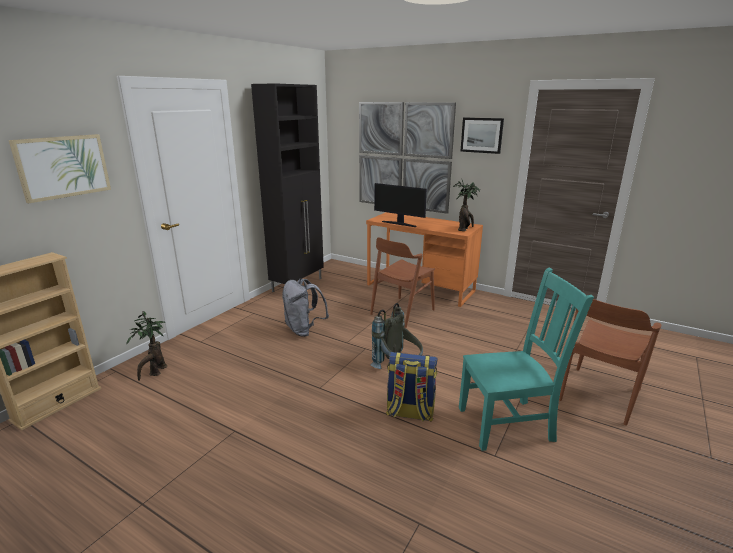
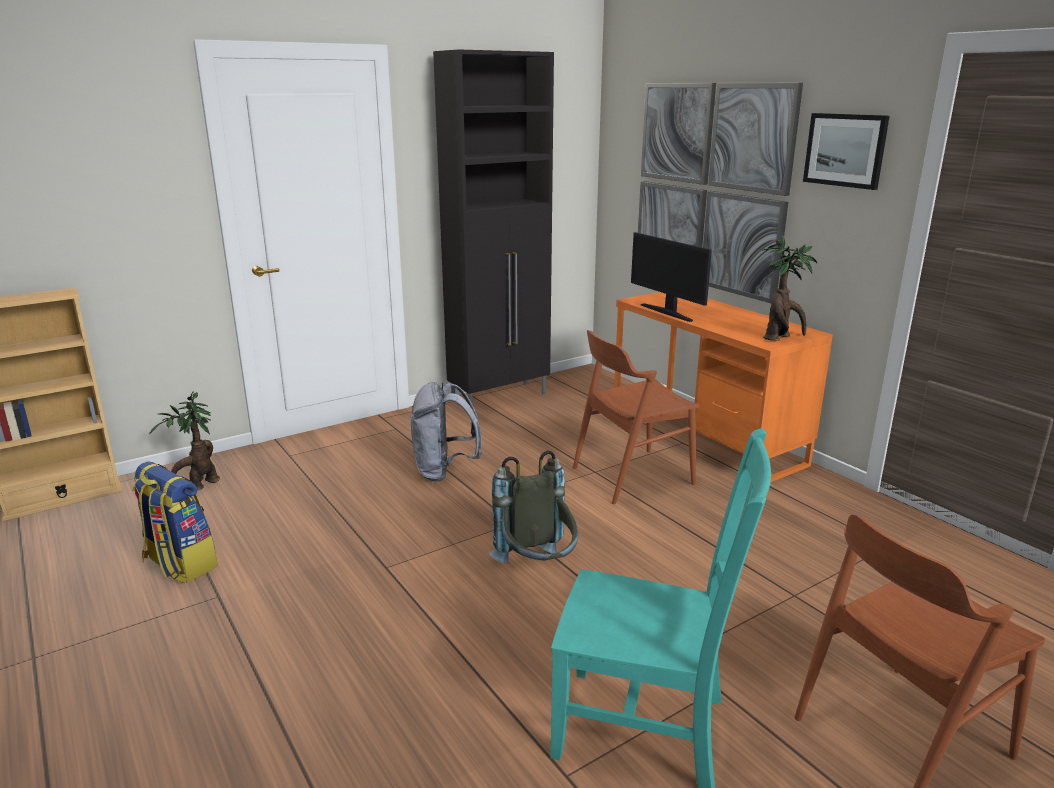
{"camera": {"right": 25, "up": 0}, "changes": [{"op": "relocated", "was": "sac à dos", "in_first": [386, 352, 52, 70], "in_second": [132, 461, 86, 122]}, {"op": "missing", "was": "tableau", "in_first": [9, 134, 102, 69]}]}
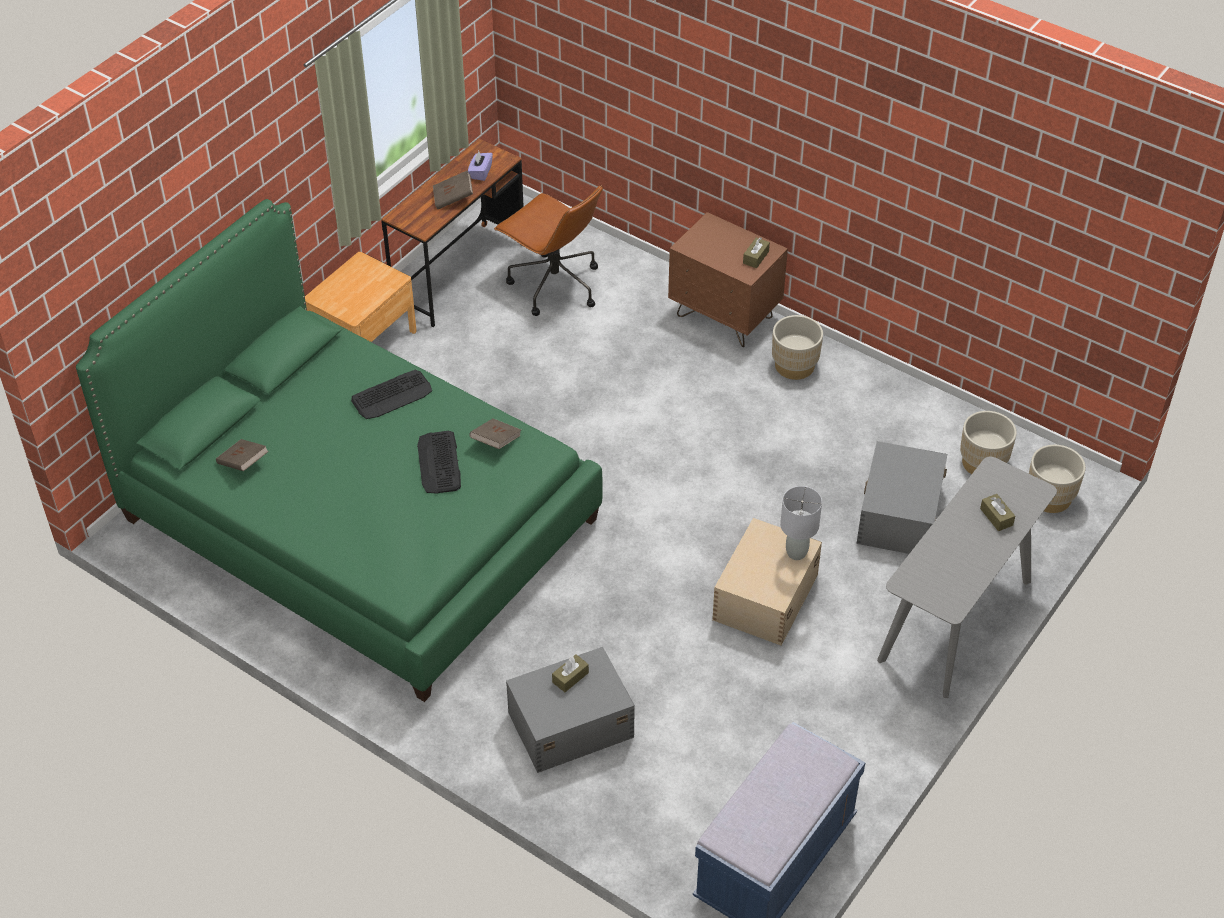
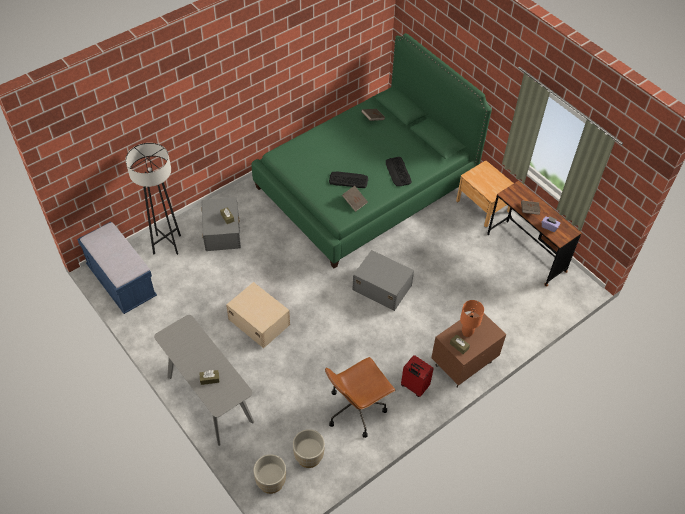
{"camera": {"right": 105, "up": 5}, "changes": [{"op": "appeared", "now": "lampadaire/noir", "in_second": [126, 143, 55, 112]}, {"op": "relocated", "was": "chaise de bureau/marron", "in_first": [494, 185, 109, 131], "in_second": [325, 357, 71, 81]}, {"op": "relocated", "was": "boîte de rangement/gris", "in_first": [856, 441, 91, 113], "in_second": [352, 250, 62, 61]}, {"op": "exchanged", "was": "cache-pot/beige", "now": "valise/rouge", "in_first": [772, 315, 51, 65], "in_second": [401, 355, 33, 42]}, {"op": "appeared", "now": "lampe de table/orange", "in_second": [460, 300, 24, 37]}, {"op": "missing", "was": "lampe de table/gris", "in_first": [780, 486, 42, 74]}]}
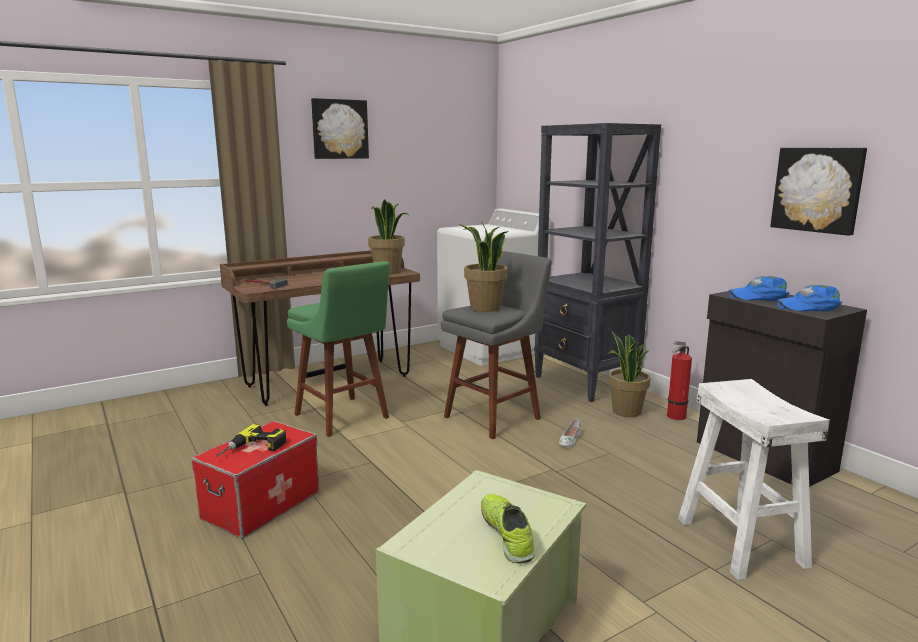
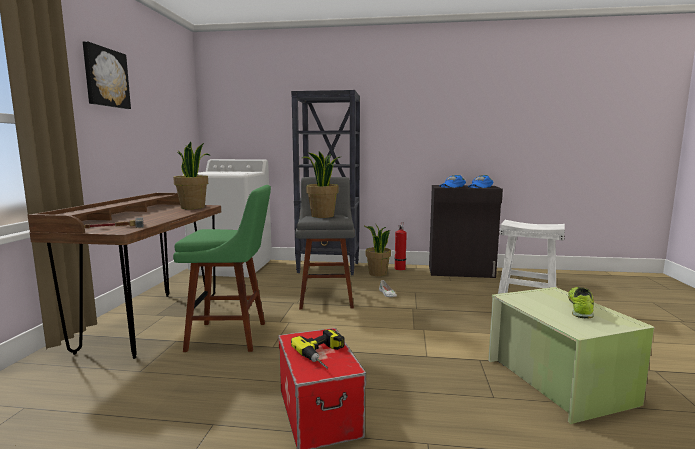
{"camera": {"right": -50, "up": -5}, "changes": [{"op": "spun", "was": "chaussure", "in_first": [481, 494, 54, 70], "in_second": [568, 287, 26, 32], "clockwise": 90}, {"op": "missing", "was": "tableau", "in_first": [770, 148, 97, 88]}]}
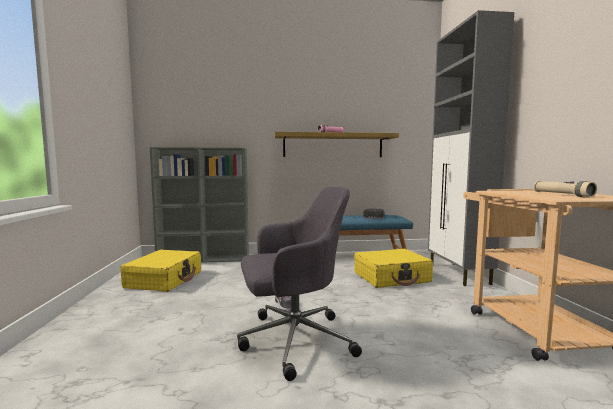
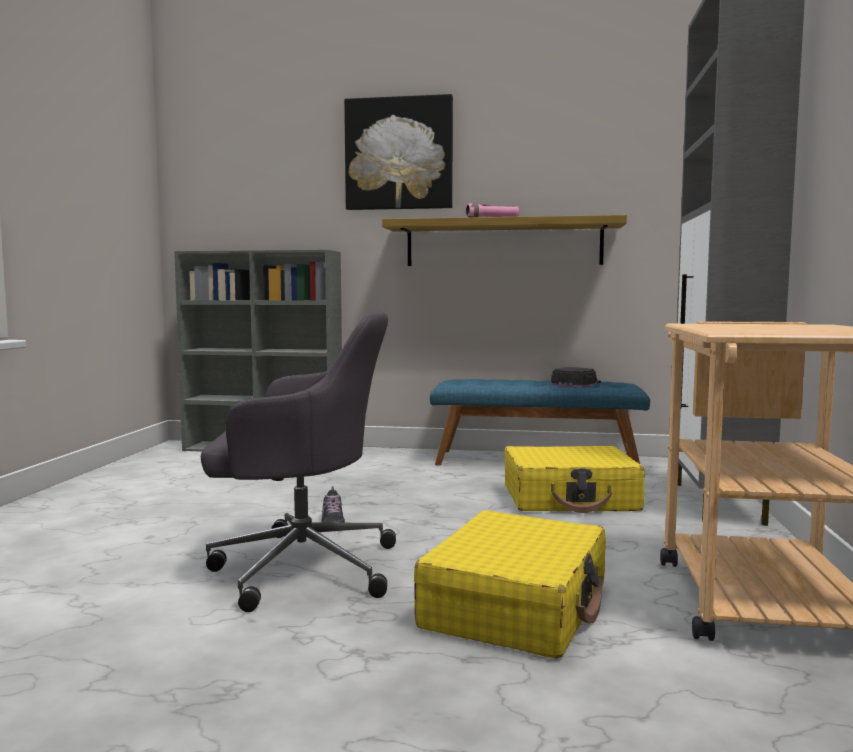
{"camera": {"right": 15, "up": 0}, "changes": [{"op": "appeared", "now": "tableau", "in_second": [344, 94, 109, 116]}, {"op": "relocated", "was": "valise/jaune", "in_first": [120, 249, 81, 43], "in_second": [414, 510, 192, 149]}, {"op": "missing", "was": "lampe de poche/beige", "in_first": [533, 181, 64, 16]}]}
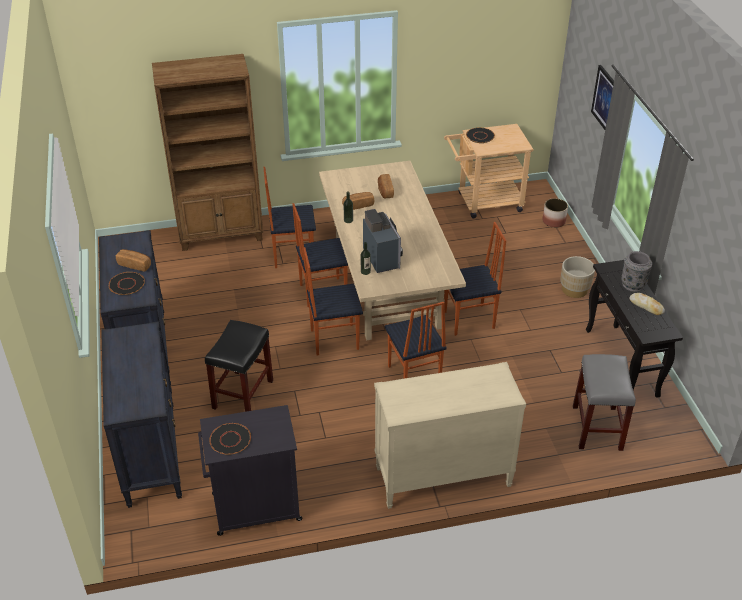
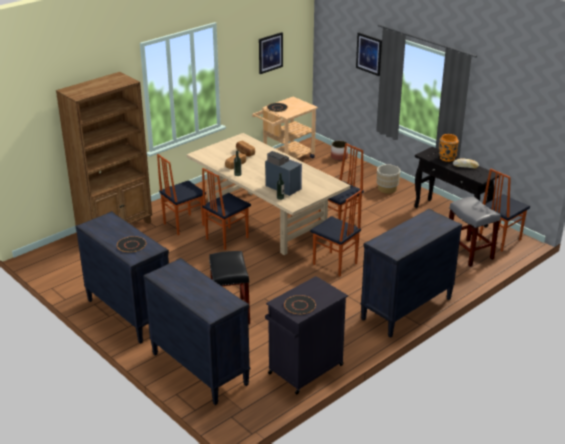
{"camera": {"right": -30, "up": -10}, "changes": [{"op": "appeared", "now": "tableau", "in_second": [259, 32, 24, 42]}, {"op": "colour", "was": "commode/beige", "now": "commode/noir", "in_first": [374, 362, 152, 147], "in_second": [360, 209, 102, 129]}, {"op": "colour", "was": "vase/gris", "now": "vase/orange", "in_first": [621, 251, 31, 41], "in_second": [439, 134, 20, 28]}, {"op": "relocated", "was": "chaise", "in_first": [303, 247, 60, 108], "in_second": [479, 168, 51, 83]}, {"op": "missing", "was": "pain", "in_first": [116, 249, 35, 22]}]}
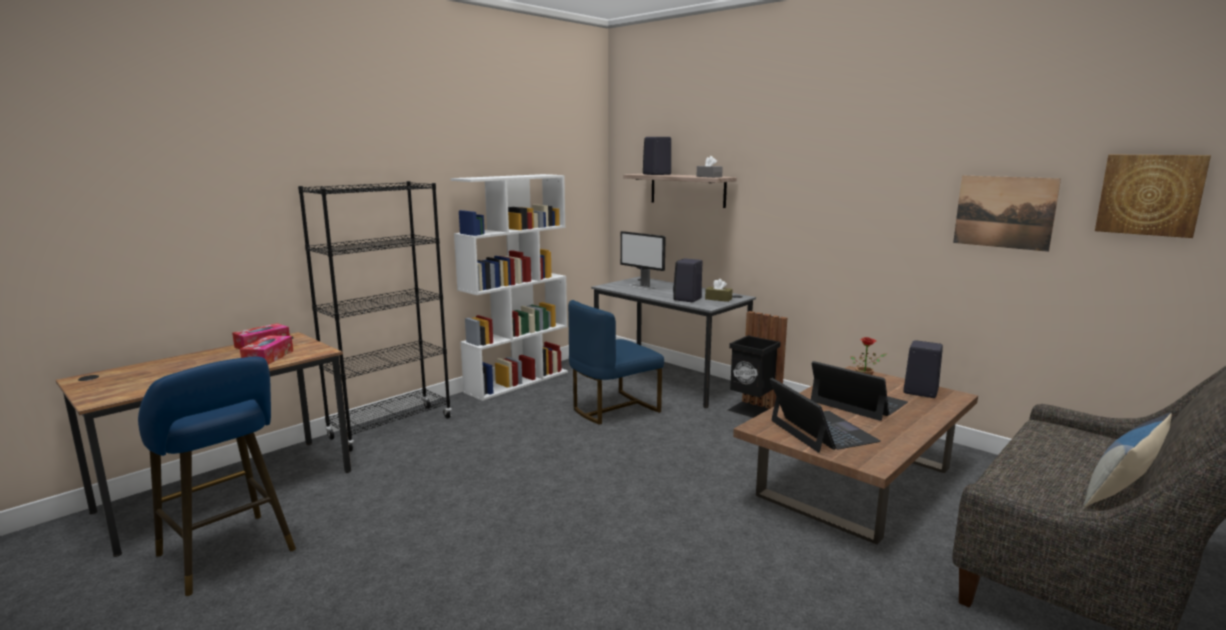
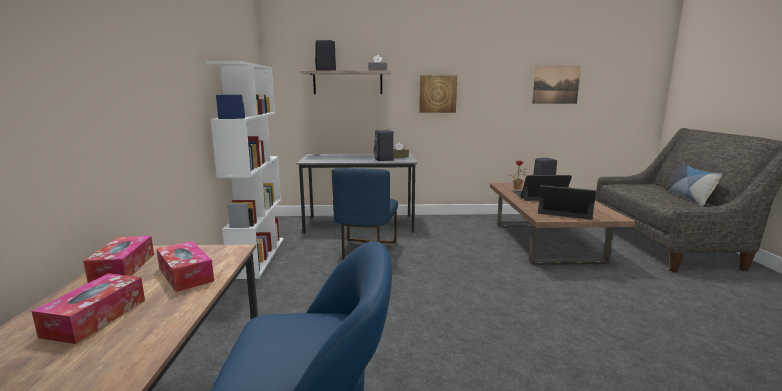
{"camera": {"right": -45, "up": 0}, "changes": [{"op": "appeared", "now": "boîte à mouchoirs", "in_second": [32, 273, 113, 71]}, {"op": "relocated", "was": "tableau", "in_first": [1095, 155, 116, 83], "in_second": [419, 75, 38, 38]}, {"op": "missing", "was": "bibliothèque/noir", "in_first": [298, 181, 154, 271]}, {"op": "missing", "was": "écran d'ordinateur", "in_first": [620, 231, 46, 59]}, {"op": "missing", "was": "poubelle/noir", "in_first": [728, 311, 59, 107]}]}
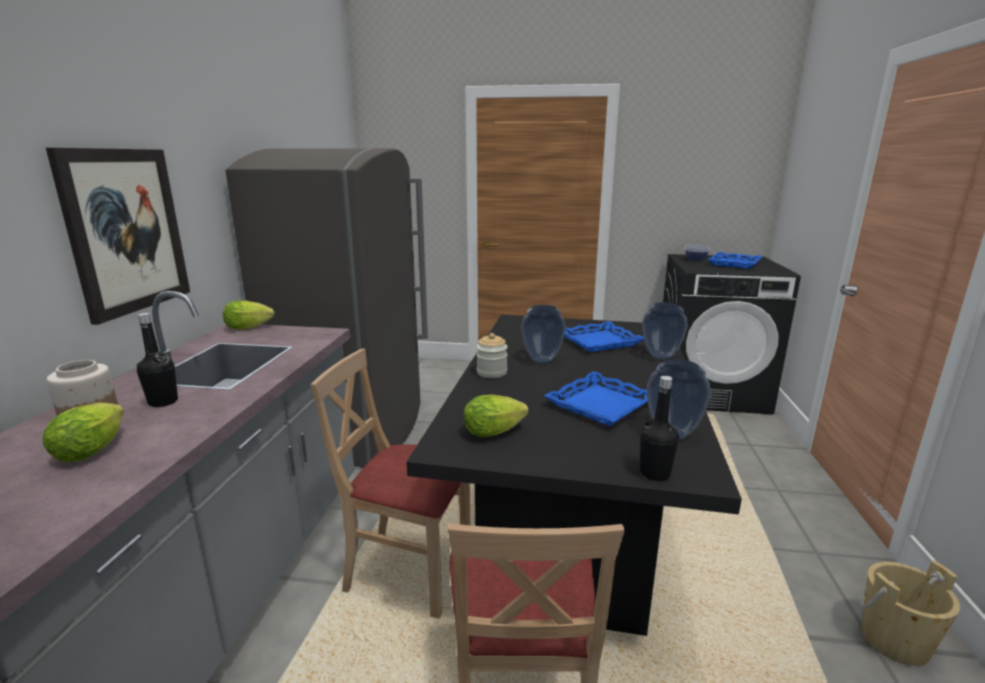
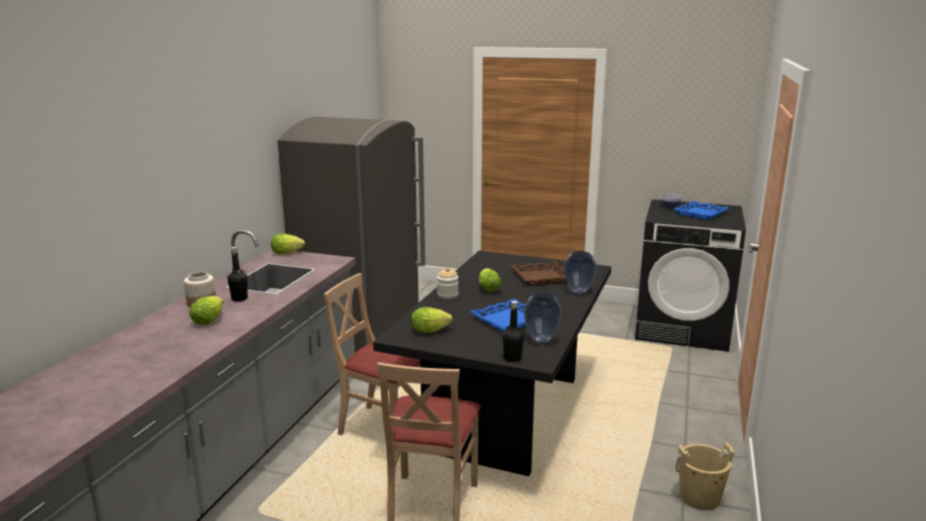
{"camera": {"right": 10, "up": 0}, "changes": [{"op": "exchanged", "was": "vase", "now": "laitue", "in_first": [521, 305, 45, 58], "in_second": [479, 268, 22, 24]}, {"op": "colour", "was": "plateau/bleu", "now": "plateau/marron", "in_first": [564, 321, 80, 31], "in_second": [511, 262, 55, 23]}, {"op": "missing", "was": "tableau", "in_first": [46, 148, 144, 177]}]}
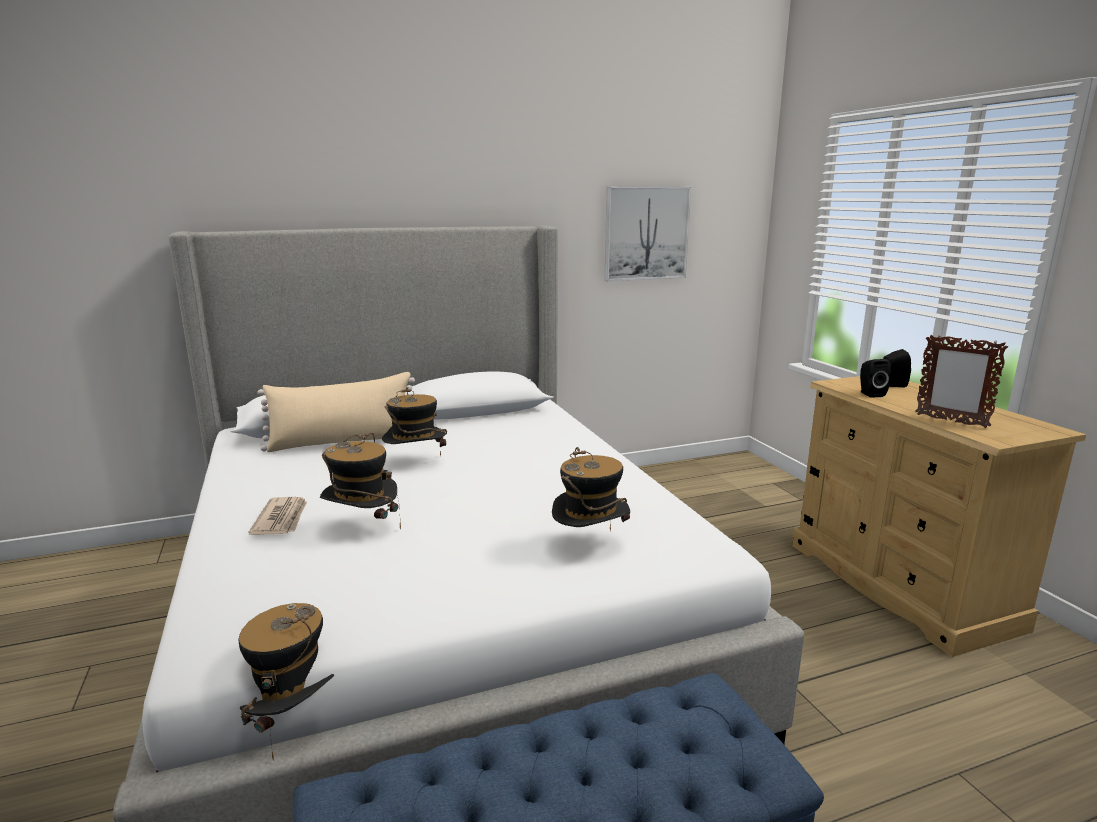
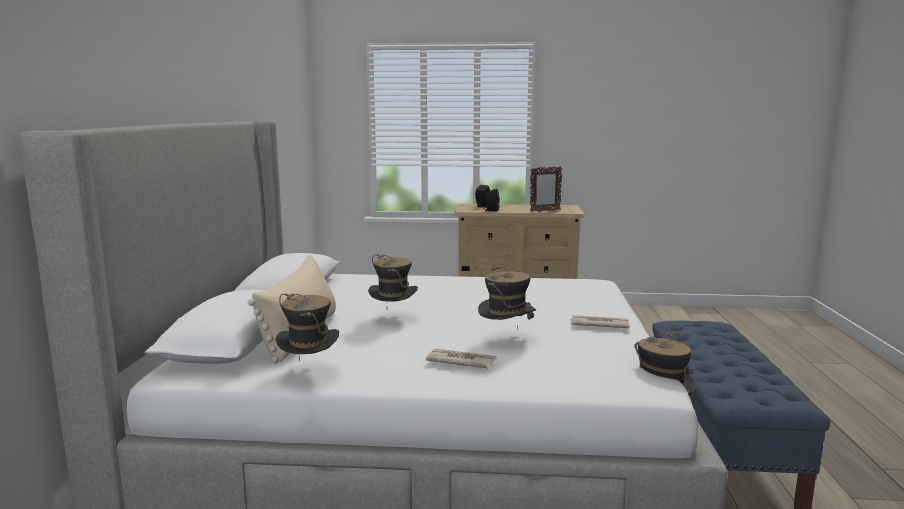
{"camera": {"right": -65, "up": -5}, "changes": [{"op": "relocated", "was": "chapeau", "in_first": [552, 447, 78, 85], "in_second": [275, 293, 64, 68]}, {"op": "appeared", "now": "journal", "in_second": [570, 315, 60, 13]}, {"op": "missing", "was": "tableau", "in_first": [604, 186, 87, 95]}]}
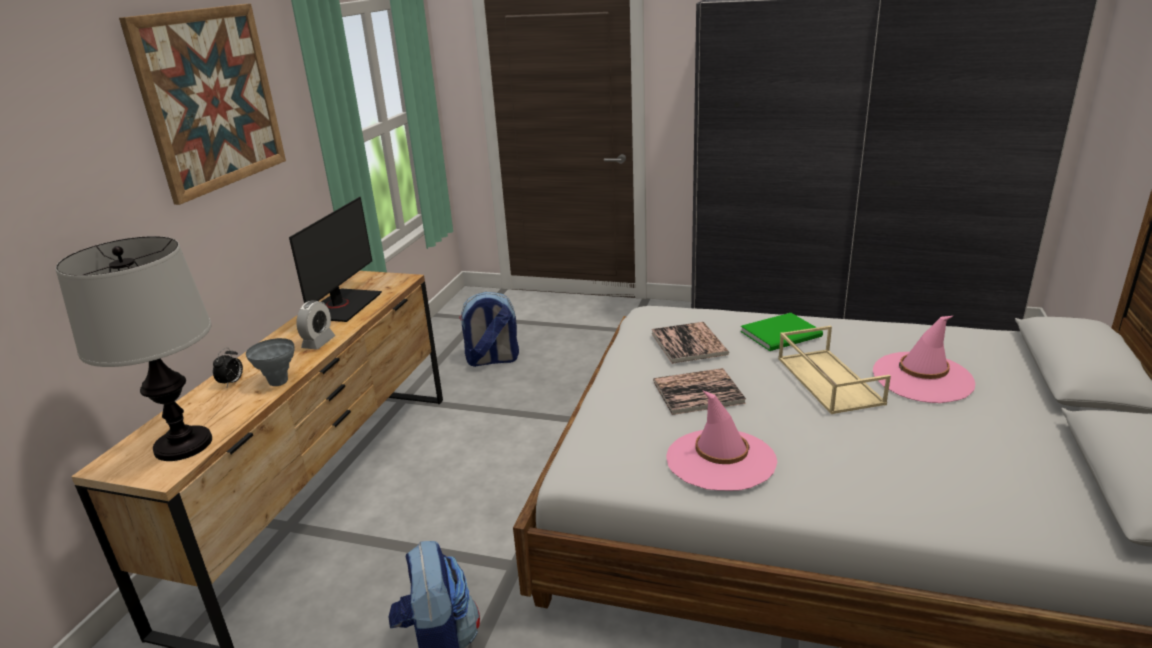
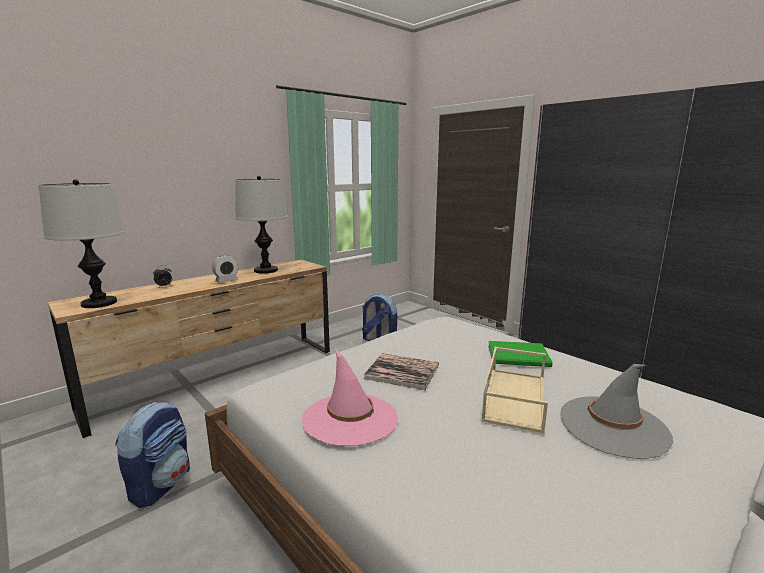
{"camera": {"right": 30, "up": -10}, "changes": [{"op": "exchanged", "was": "écran d'ordinateur", "now": "lampe de table", "in_first": [289, 197, 93, 125], "in_second": [236, 176, 52, 97]}, {"op": "colour", "was": "chapeau/rose", "now": "chapeau/gris", "in_first": [873, 316, 103, 87], "in_second": [561, 364, 112, 95]}, {"op": "missing", "was": "tableau", "in_first": [119, 4, 167, 201]}, {"op": "missing", "was": "vase/gris", "in_first": [246, 338, 49, 48]}, {"op": "missing", "was": "livre", "in_first": [651, 322, 78, 42]}]}
